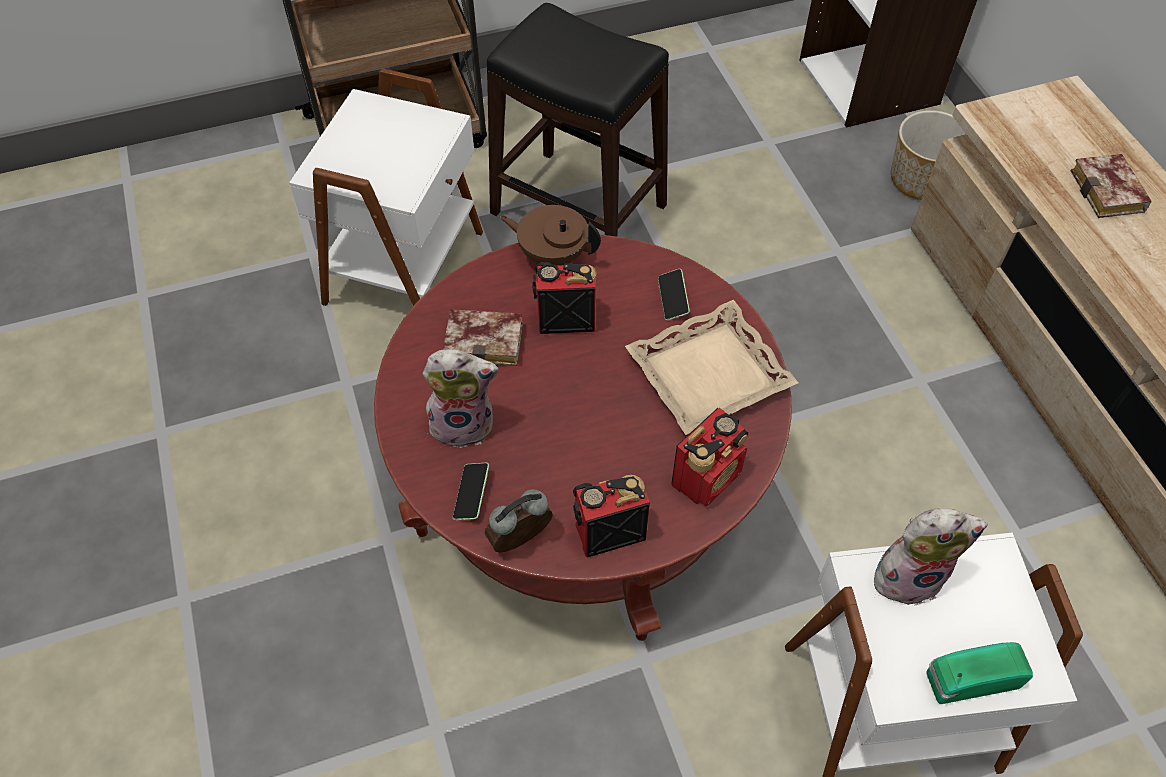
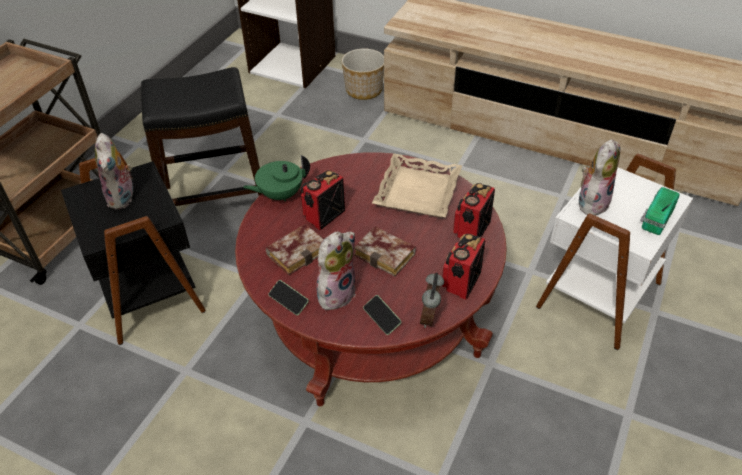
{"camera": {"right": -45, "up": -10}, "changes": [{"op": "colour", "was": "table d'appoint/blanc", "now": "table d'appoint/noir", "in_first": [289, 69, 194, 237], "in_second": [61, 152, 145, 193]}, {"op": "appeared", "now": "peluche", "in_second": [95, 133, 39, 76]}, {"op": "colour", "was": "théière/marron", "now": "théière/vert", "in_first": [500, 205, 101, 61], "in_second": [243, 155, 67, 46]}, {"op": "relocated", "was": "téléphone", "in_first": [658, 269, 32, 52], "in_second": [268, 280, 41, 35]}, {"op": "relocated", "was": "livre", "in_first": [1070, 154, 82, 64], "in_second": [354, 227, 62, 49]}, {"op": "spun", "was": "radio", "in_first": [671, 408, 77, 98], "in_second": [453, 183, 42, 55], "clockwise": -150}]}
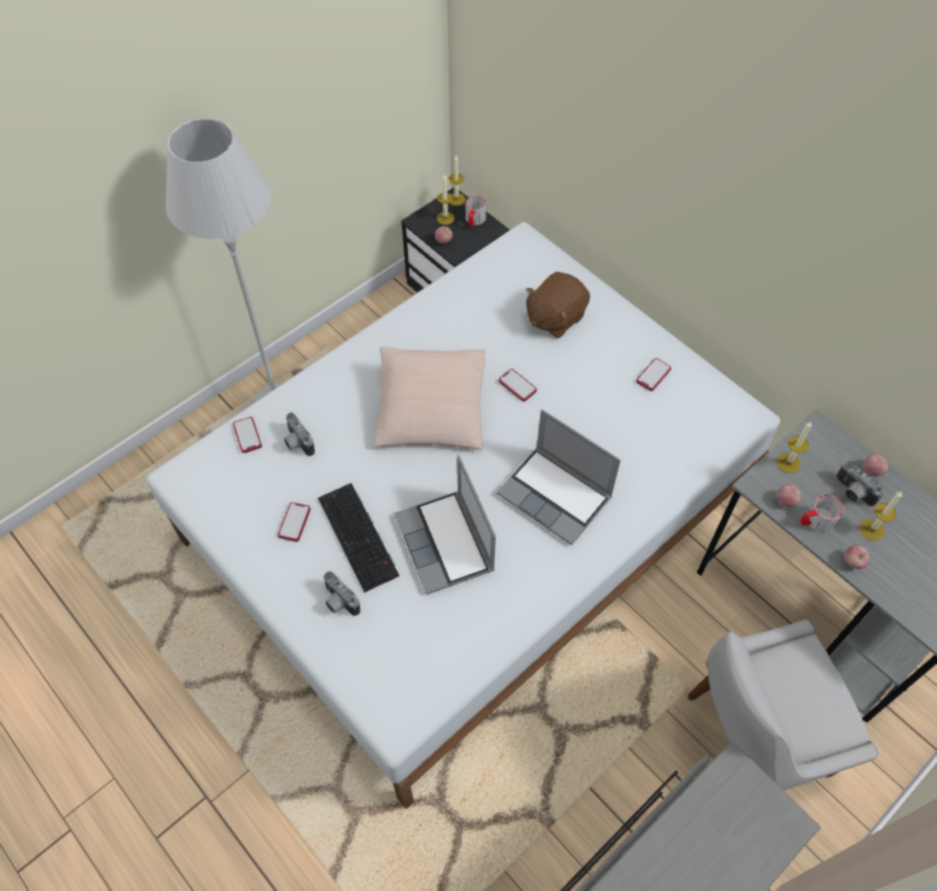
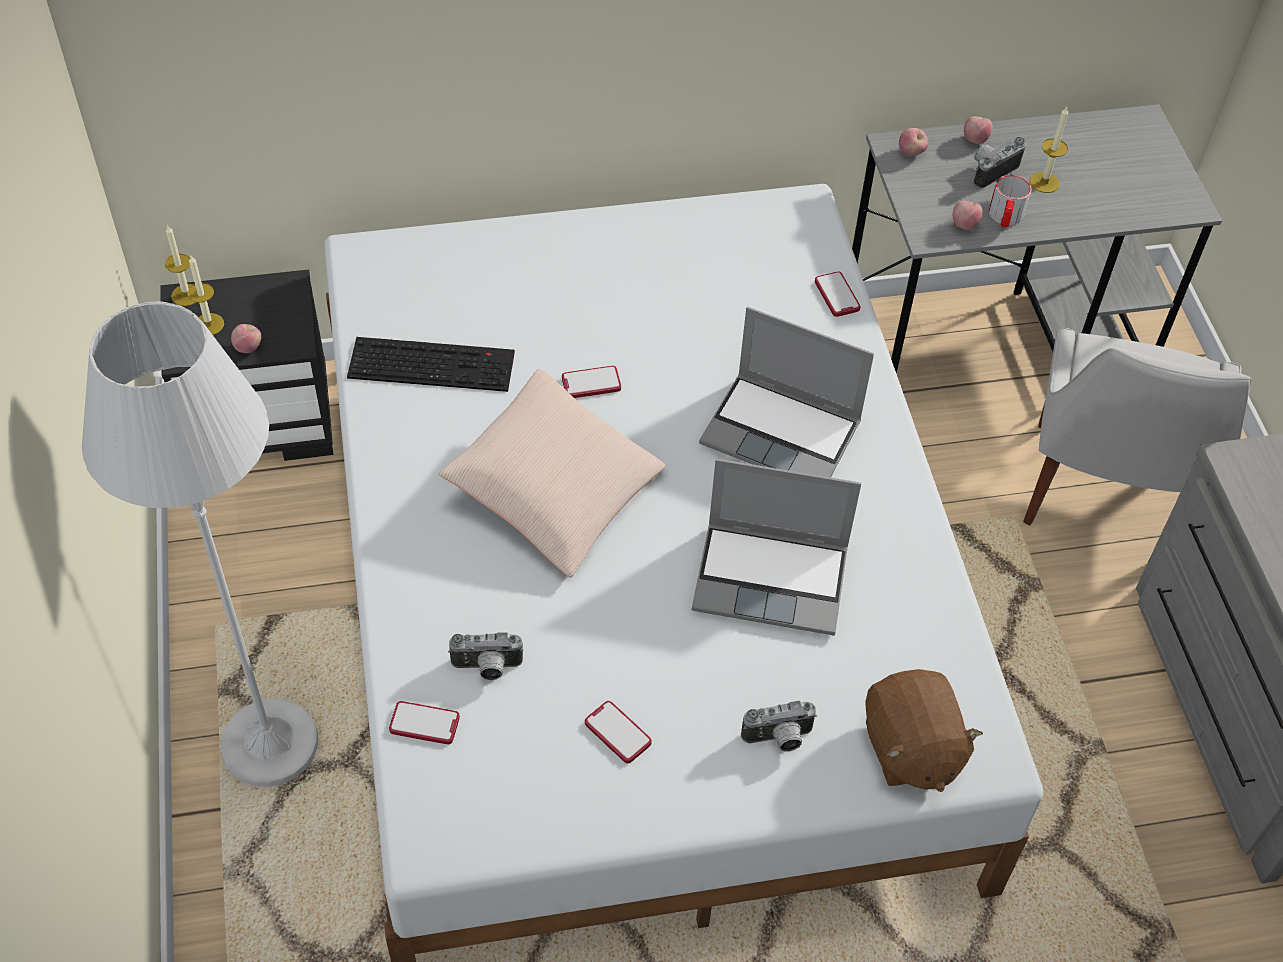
{"camera": {"right": -60, "up": -5}, "changes": [{"op": "relocated", "was": "clavier", "in_first": [318, 483, 81, 110], "in_second": [347, 337, 168, 55]}, {"op": "spun", "was": "ordinateur portable", "in_first": [497, 409, 124, 136], "in_second": [699, 307, 175, 171], "clockwise": 45}, {"op": "relocated", "was": "téléphone", "in_first": [636, 358, 35, 33], "in_second": [815, 272, 46, 45]}, {"op": "relocated", "was": "peluche/marron", "in_first": [526, 272, 64, 66], "in_second": [865, 669, 118, 123]}, {"op": "relocated", "was": "pomme", "in_first": [845, 545, 25, 24], "in_second": [899, 128, 30, 28]}, {"op": "spun", "was": "appareil photo", "in_first": [836, 461, 48, 46], "in_second": [973, 137, 53, 51], "clockwise": 150}, {"op": "missing", "was": "mug", "in_first": [465, 195, 21, 31]}, {"op": "missing", "was": "bougie", "in_first": [777, 422, 35, 51]}]}
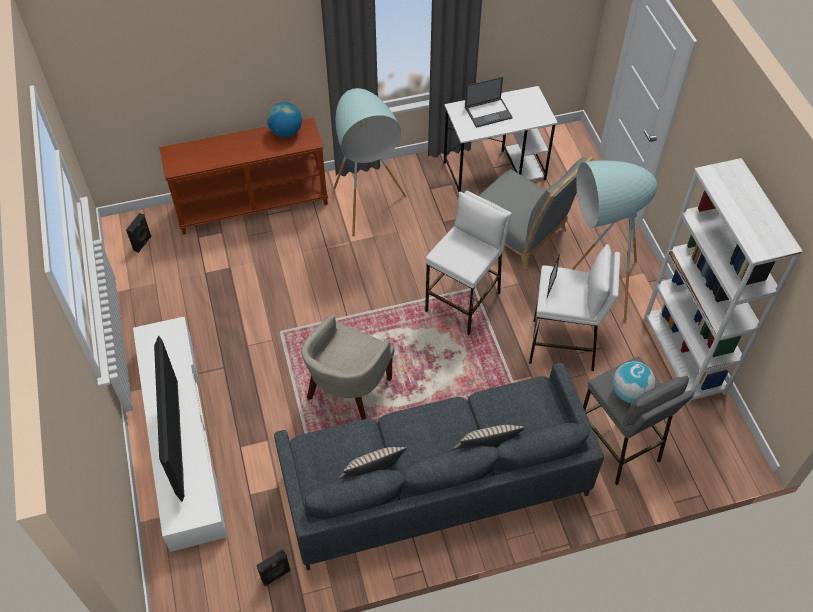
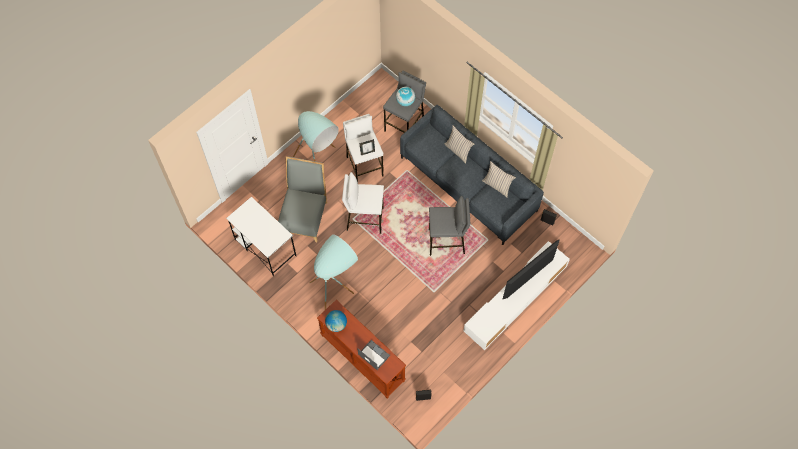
{"camera": {"right": -120, "up": 10}, "changes": [{"op": "relocated", "was": "ordinateur portable", "in_first": [465, 77, 48, 51], "in_second": [357, 340, 33, 30]}, {"op": "exchanged", "was": "fauteuil/beige", "now": "tabouret/gris", "in_first": [301, 314, 93, 106], "in_second": [429, 196, 42, 60]}, {"op": "missing", "was": "bibliothèque/blanc", "in_first": [643, 158, 160, 247]}]}
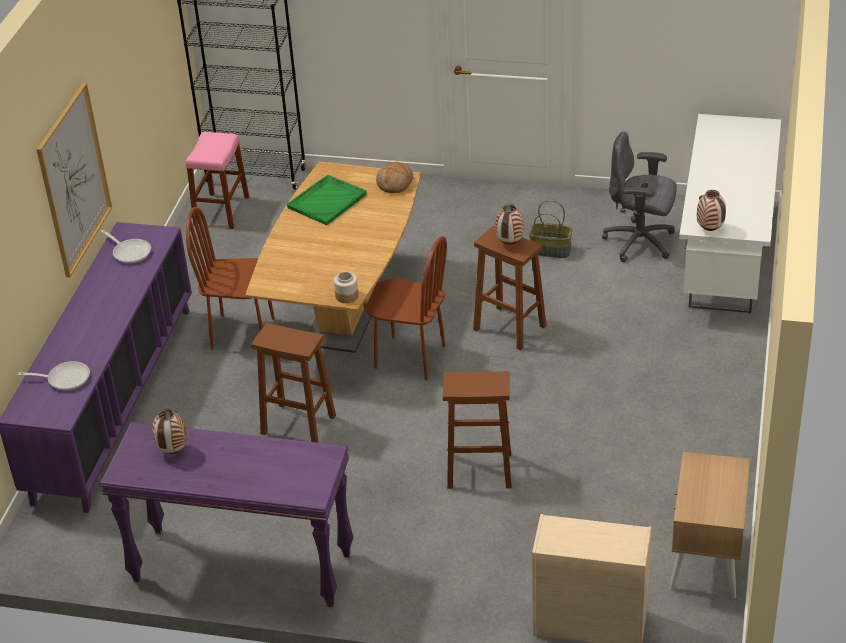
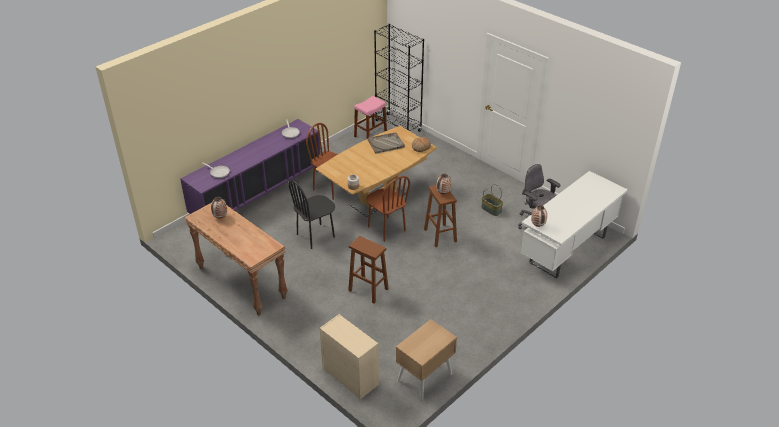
{"camera": {"right": 30, "up": 0}, "changes": [{"op": "colour", "was": "table console/violet", "now": "table console/marron", "in_first": [100, 422, 254, 185], "in_second": [185, 203, 103, 113]}, {"op": "exchanged", "was": "tabouret/marron", "now": "chaise/noir", "in_first": [251, 323, 85, 120], "in_second": [288, 180, 47, 69]}, {"op": "colour", "was": "plateau/vert", "now": "plateau/gris", "in_first": [287, 175, 80, 50], "in_second": [367, 132, 38, 22]}, {"op": "missing", "was": "tableau", "in_first": [36, 83, 76, 194]}]}
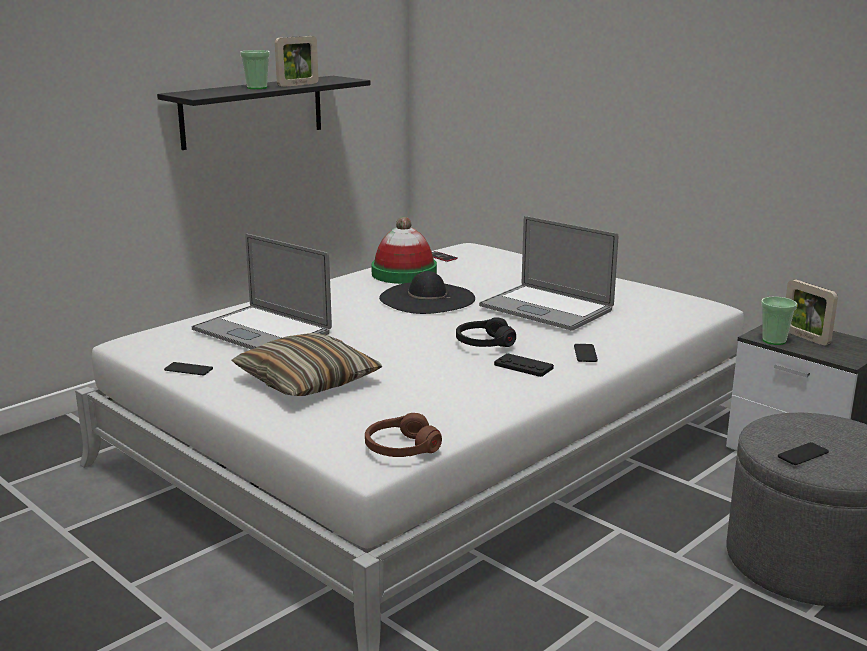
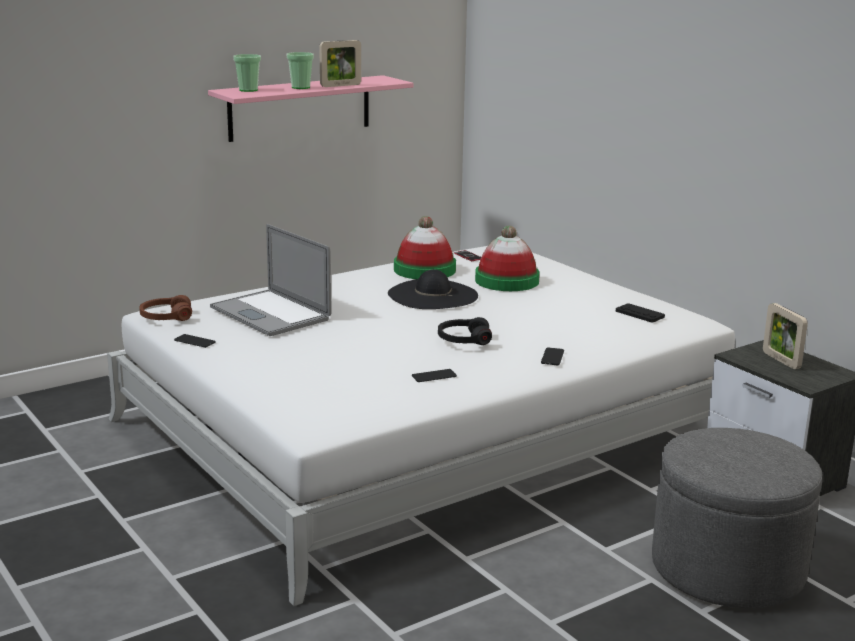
{"camera": {"right": 10, "up": 0}, "changes": [{"op": "relocated", "was": "casque audio/marron", "in_first": [365, 413, 77, 44], "in_second": [139, 295, 53, 26]}, {"op": "colour", "was": "étagère/noir", "now": "étagère/rose", "in_first": [157, 76, 213, 74], "in_second": [208, 75, 206, 67]}, {"op": "relocated", "was": "tasse", "in_first": [761, 297, 36, 48], "in_second": [233, 54, 28, 38]}, {"op": "relocated", "was": "téléphone", "in_first": [778, 442, 51, 23], "in_second": [412, 369, 45, 13]}, {"op": "appeared", "now": "chapeau", "in_second": [475, 226, 65, 65]}, {"op": "relocated", "was": "manette/noir", "in_first": [494, 353, 60, 24], "in_second": [616, 303, 49, 19]}, {"op": "missing", "was": "coussin", "in_first": [232, 333, 150, 63]}, {"op": "missing", "was": "ordinateur portable", "in_first": [479, 216, 139, 115]}]}
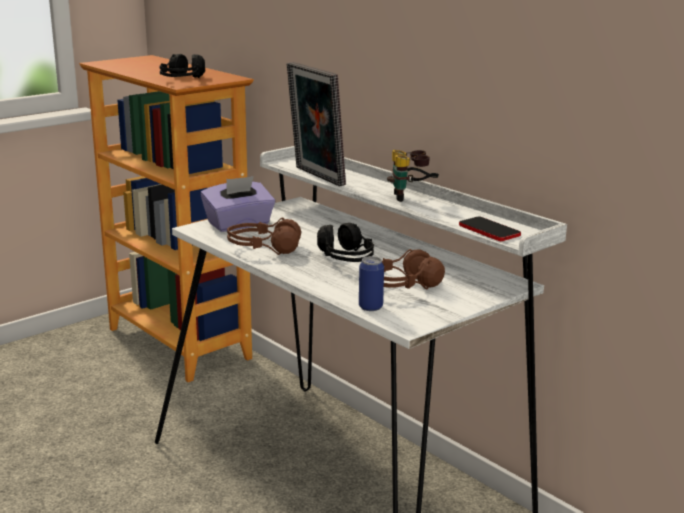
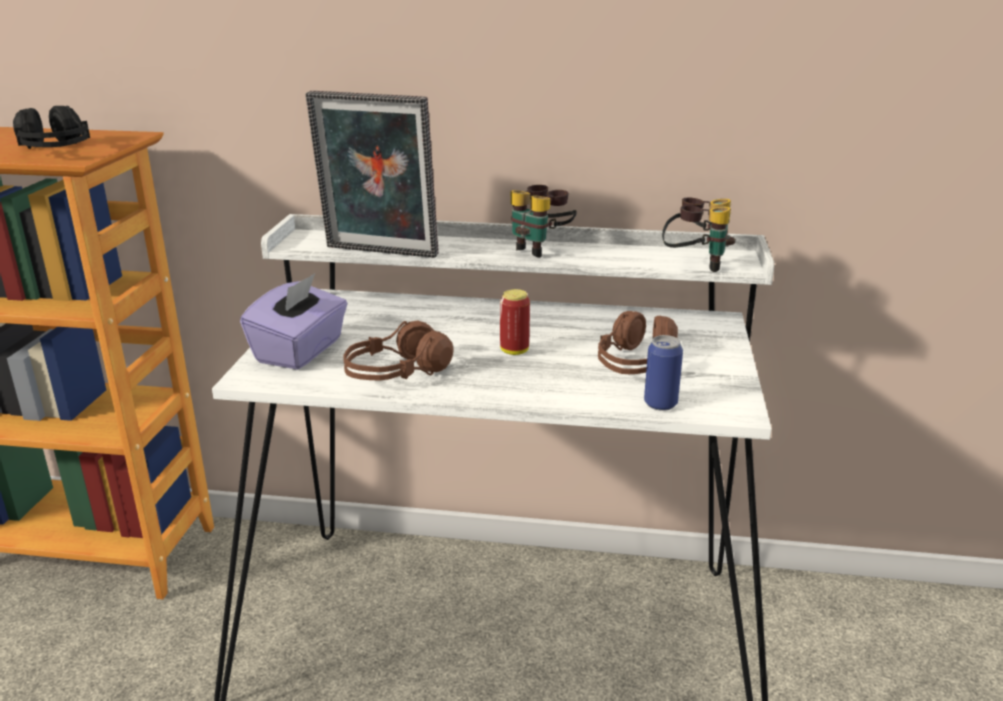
{"camera": {"right": -40, "up": 5}, "changes": [{"op": "exchanged", "was": "casque audio/noir", "now": "boîte métallique", "in_first": [317, 223, 57, 39], "in_second": [500, 289, 30, 66]}, {"op": "exchanged", "was": "téléphone", "now": "jumelles", "in_first": [459, 216, 62, 25], "in_second": [662, 197, 73, 75]}]}
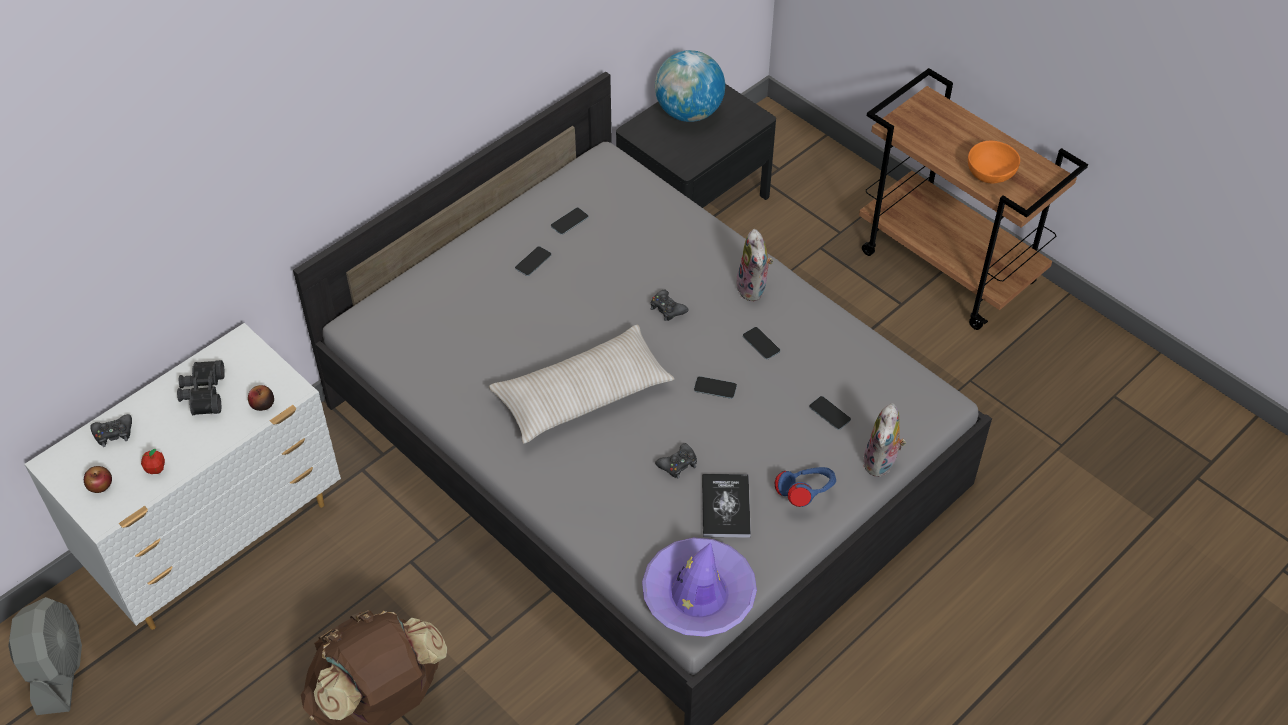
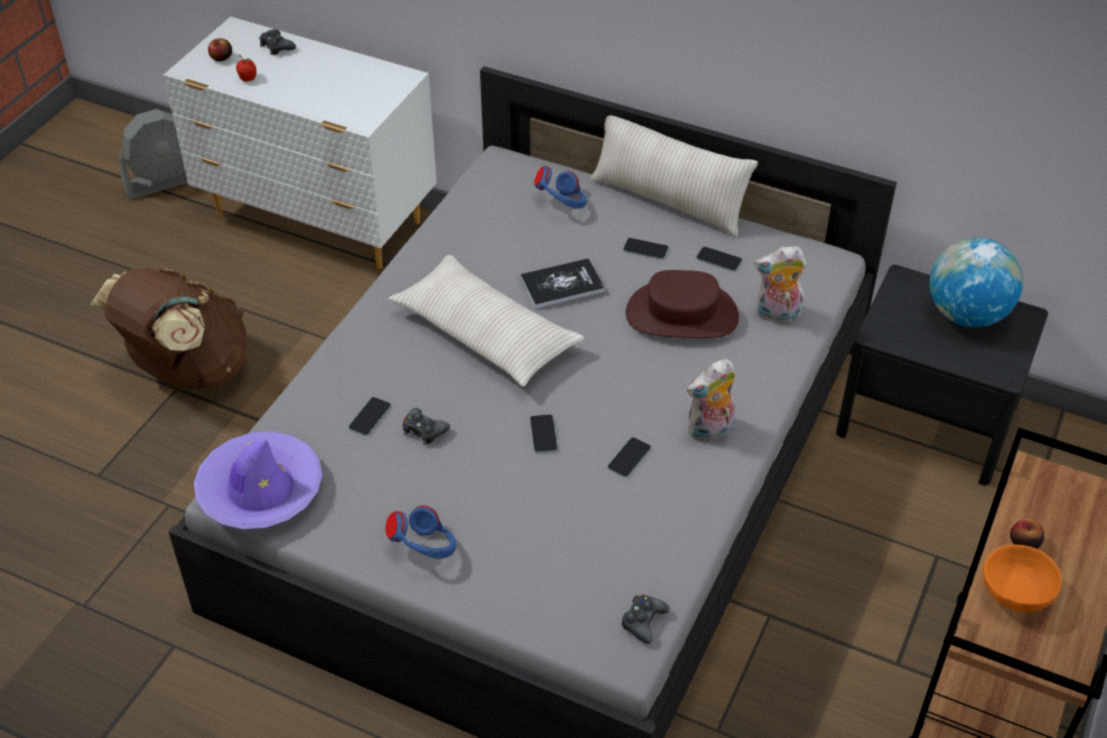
{"camera": {"right": 70, "up": -5}, "changes": [{"op": "relocated", "was": "téléphone", "in_first": [809, 396, 42, 34], "in_second": [349, 397, 42, 39]}, {"op": "relocated", "was": "livre", "in_first": [702, 474, 49, 64], "in_second": [520, 258, 85, 51]}, {"op": "appeared", "now": "casque audio/bleu", "in_second": [534, 166, 53, 43]}, {"op": "appeared", "now": "coussin/beige", "in_second": [591, 115, 167, 122]}, {"op": "relocated", "was": "manette/noir", "in_first": [651, 289, 38, 32], "in_second": [621, 594, 49, 50]}, {"op": "appeared", "now": "chapeau/marron", "in_second": [626, 270, 113, 68]}, {"op": "relocated", "was": "peluche", "in_first": [863, 403, 43, 74], "in_second": [755, 246, 52, 77]}, {"op": "relocated", "was": "pomme", "in_first": [248, 385, 26, 26], "in_second": [1010, 519, 34, 30]}, {"op": "missing", "was": "jumelles/noir", "in_first": [177, 360, 48, 55]}]}
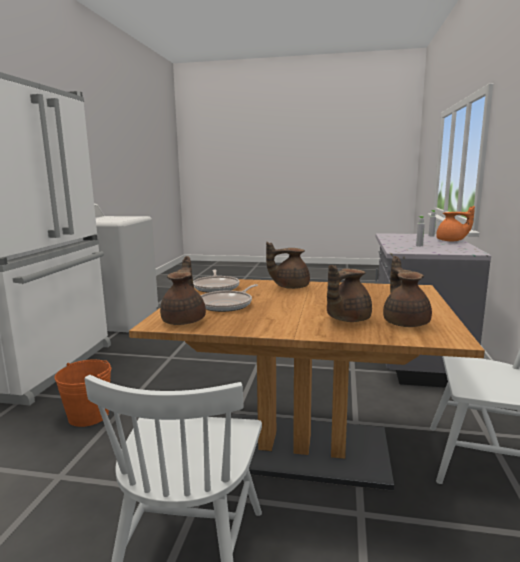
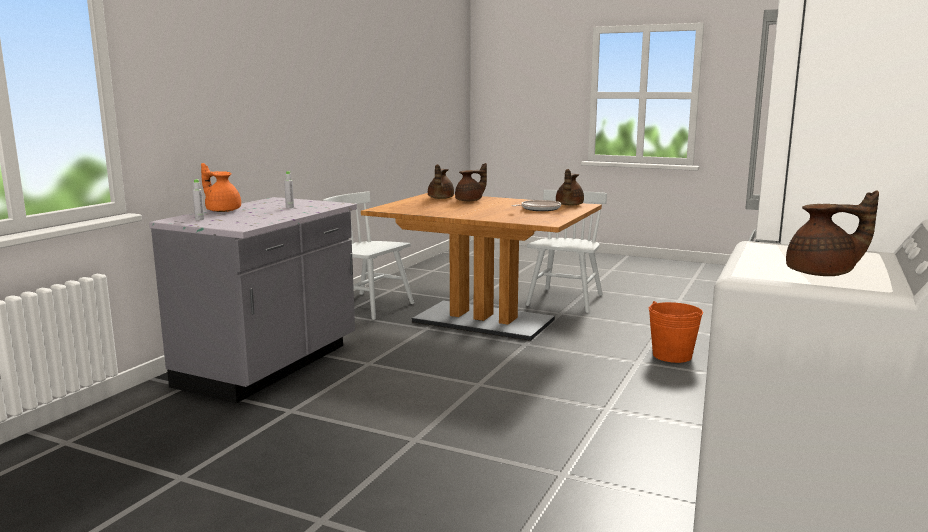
{"camera": {"right": -165, "up": 0}, "changes": [{"op": "relocated", "was": "théière/marron", "in_first": [266, 242, 44, 47], "in_second": [786, 190, 93, 86]}, {"op": "missing", "was": "poêle", "in_first": [193, 270, 47, 23]}]}
